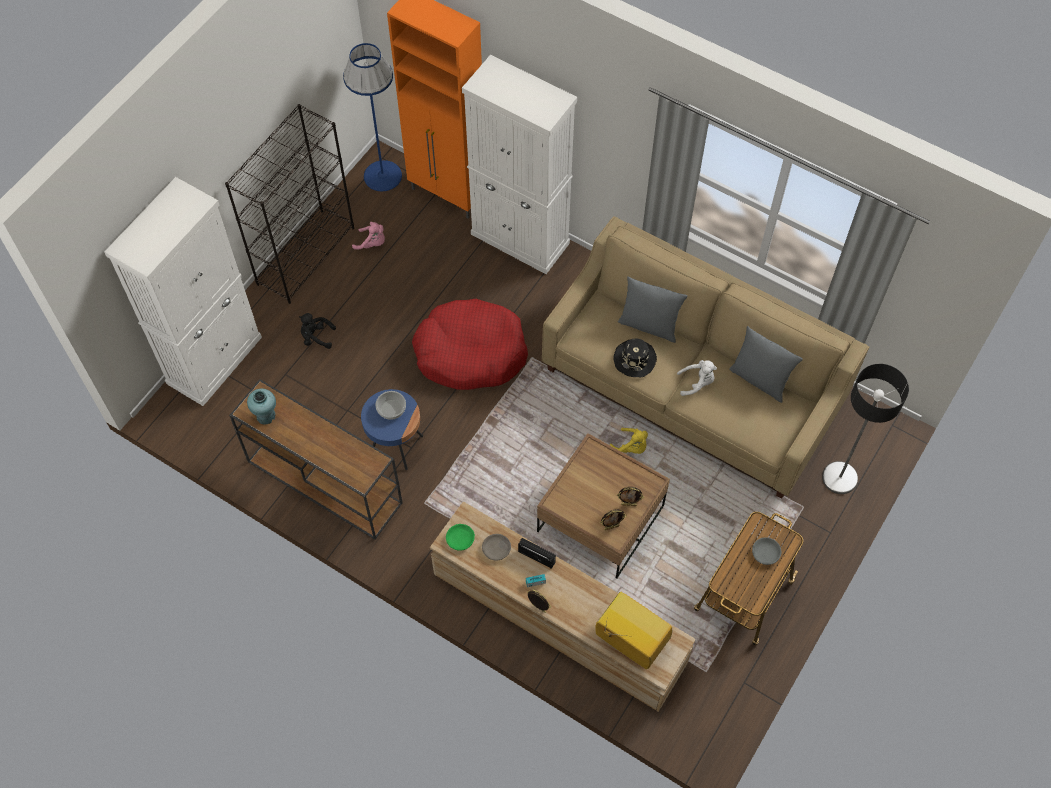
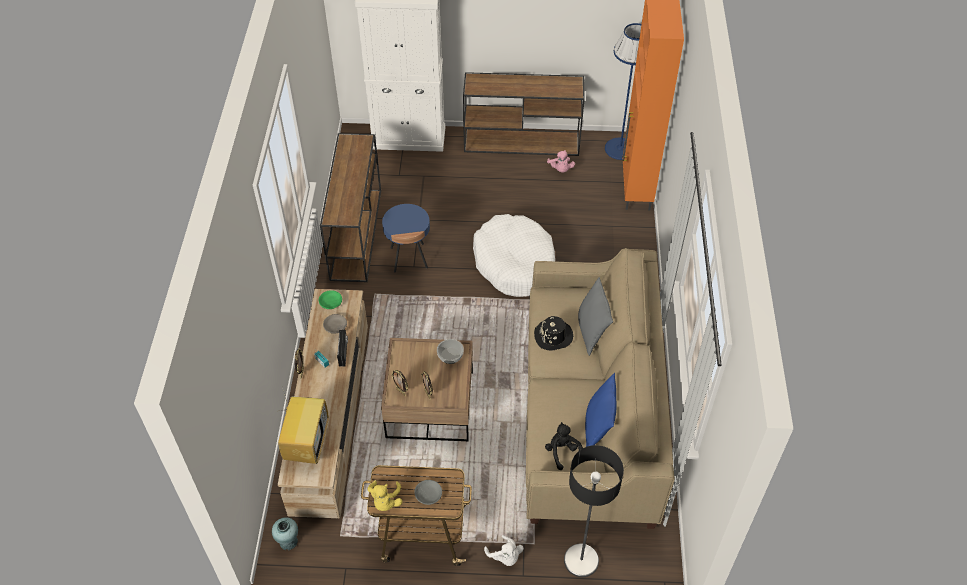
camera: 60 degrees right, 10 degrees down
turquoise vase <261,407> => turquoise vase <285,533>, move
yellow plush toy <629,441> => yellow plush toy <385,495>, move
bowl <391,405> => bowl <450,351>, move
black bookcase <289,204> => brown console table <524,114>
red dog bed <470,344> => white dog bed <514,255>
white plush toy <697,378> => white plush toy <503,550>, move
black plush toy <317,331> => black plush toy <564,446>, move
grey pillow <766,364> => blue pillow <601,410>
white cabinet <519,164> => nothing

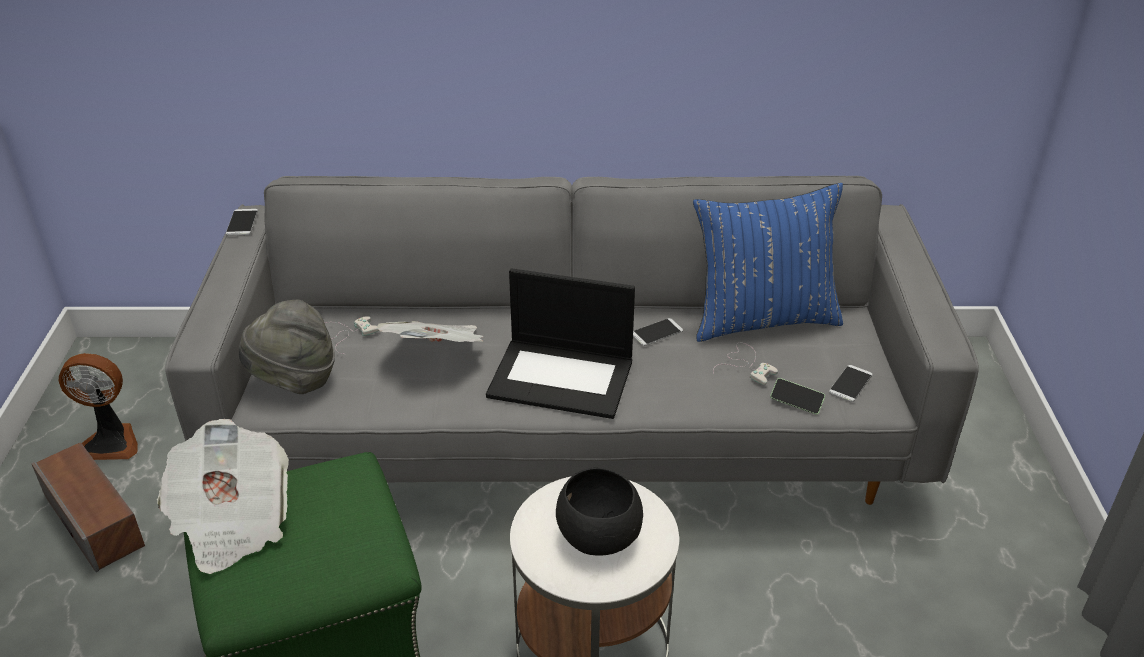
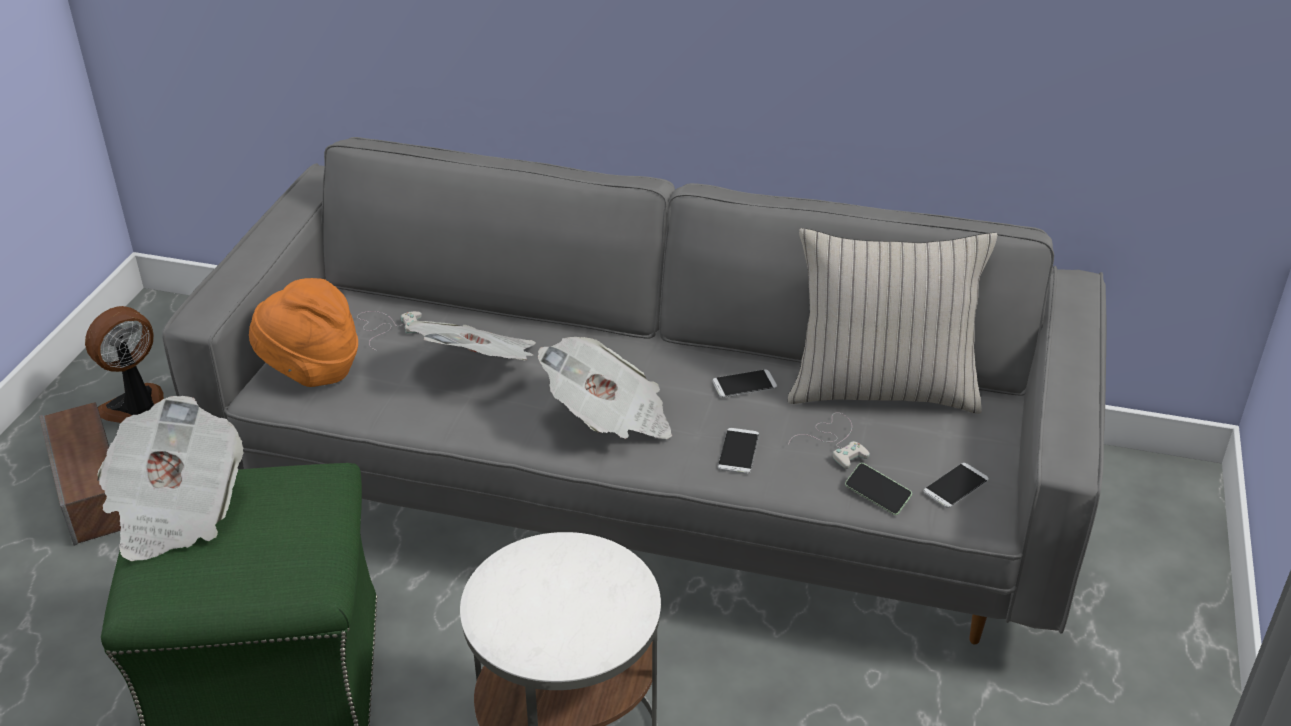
camera: 15 degrees right, 0 degrees up
fan <98,406> => fan <124,364>, 120 degrees clockwise
grey hat <287,347> => orange hat <303,332>
laptop <560,343> => newspaper <605,388>
phone <242,222> => phone <738,451>, move
blue pillow <768,262> => beige pillow <892,321>
black bowl <599,512> => nothing

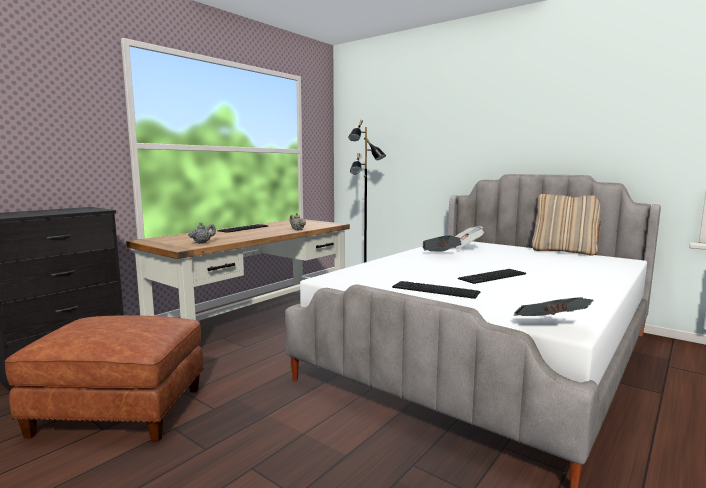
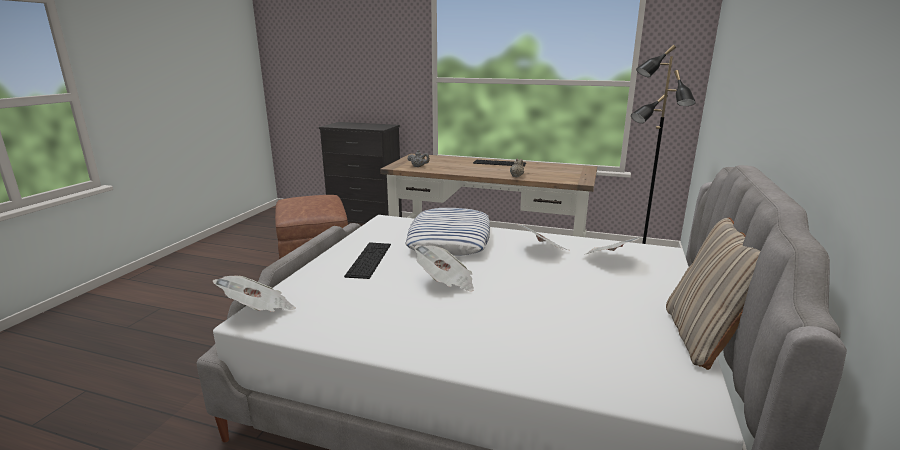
camera: 70 degrees right, 10 degrees up
nothing => pillow <447,232>
keyboard <492,276> => newspaper <444,268>

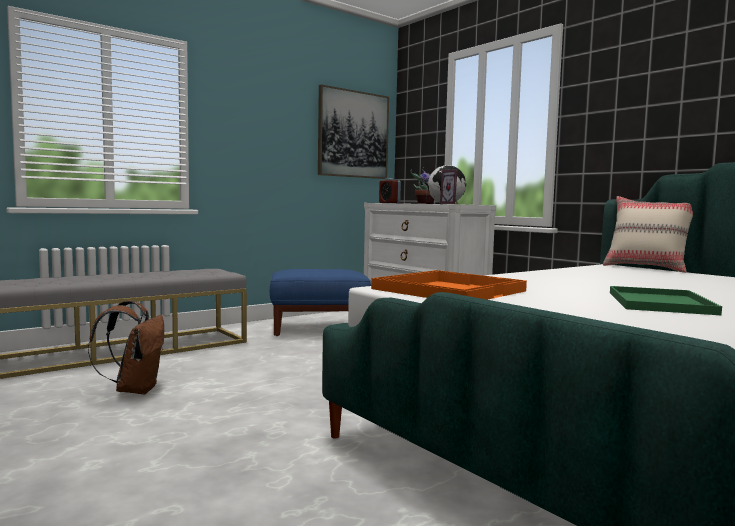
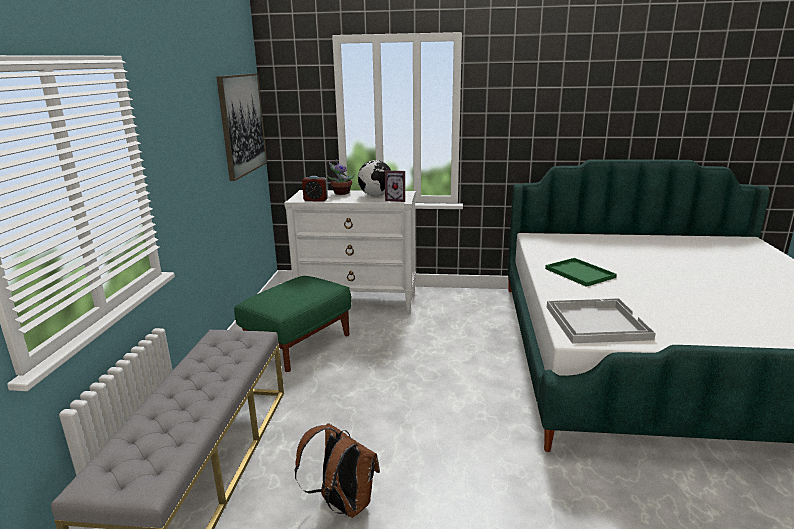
camera: 45 degrees left, 15 degrees up
blue ottoman <320,302> => green ottoman <292,324>
green tray <666,300> => green tray <581,272>, move
orange tray <449,285> => white tray <601,321>
beige pillow <648,234> => nothing

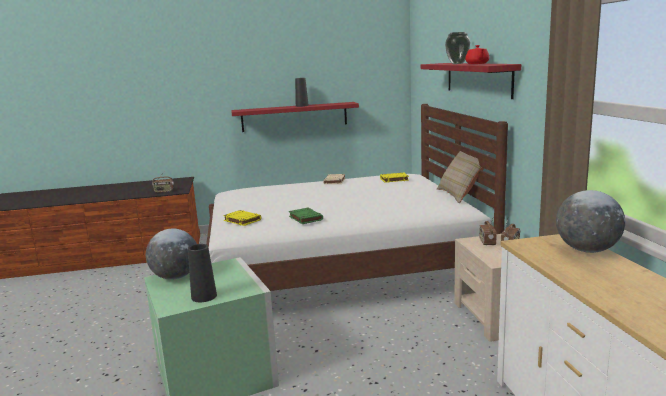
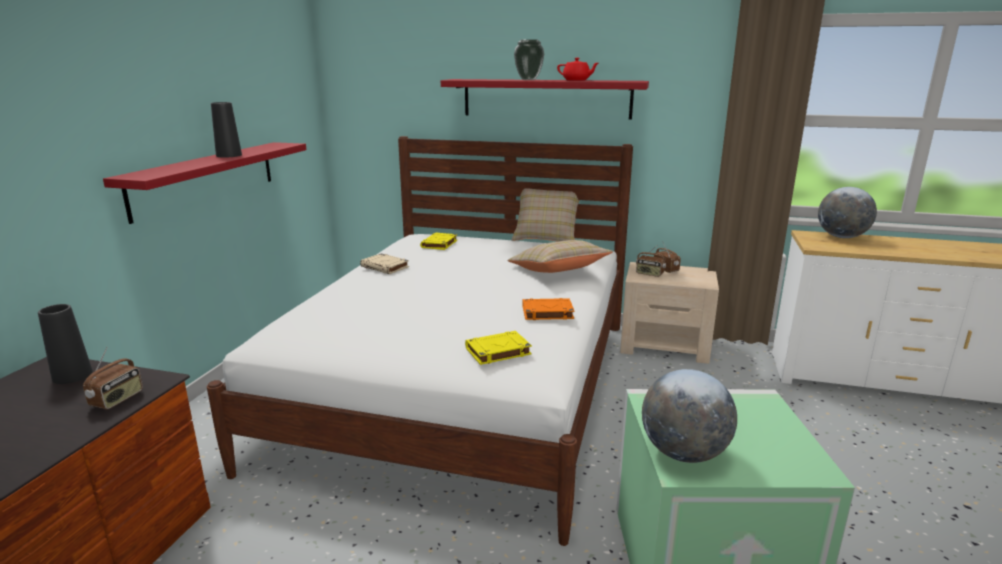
camera: 65 degrees left, 5 degrees up
black vase <202,273> => black vase <65,344>, move
nothing => beige pillow <560,256>
green book <306,216> => orange book <548,309>

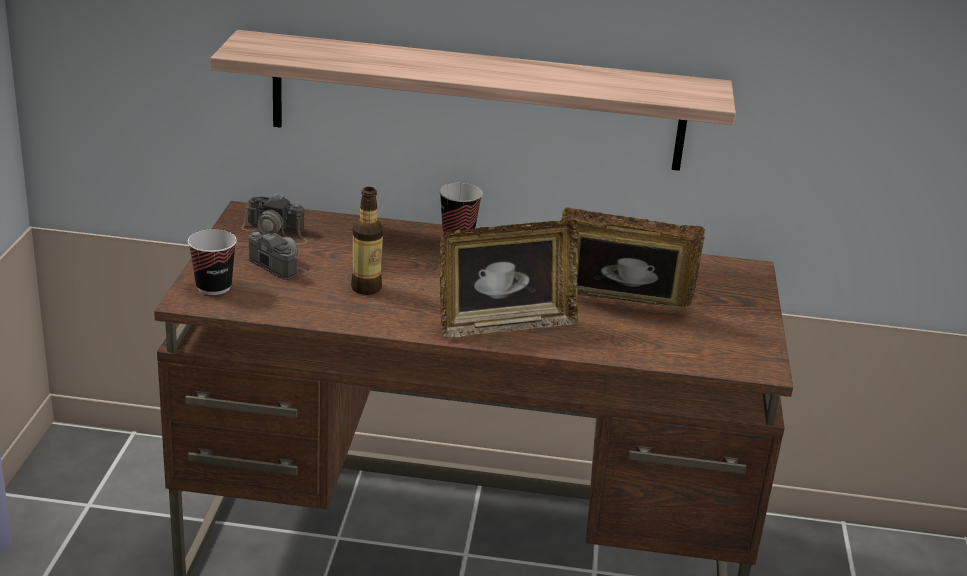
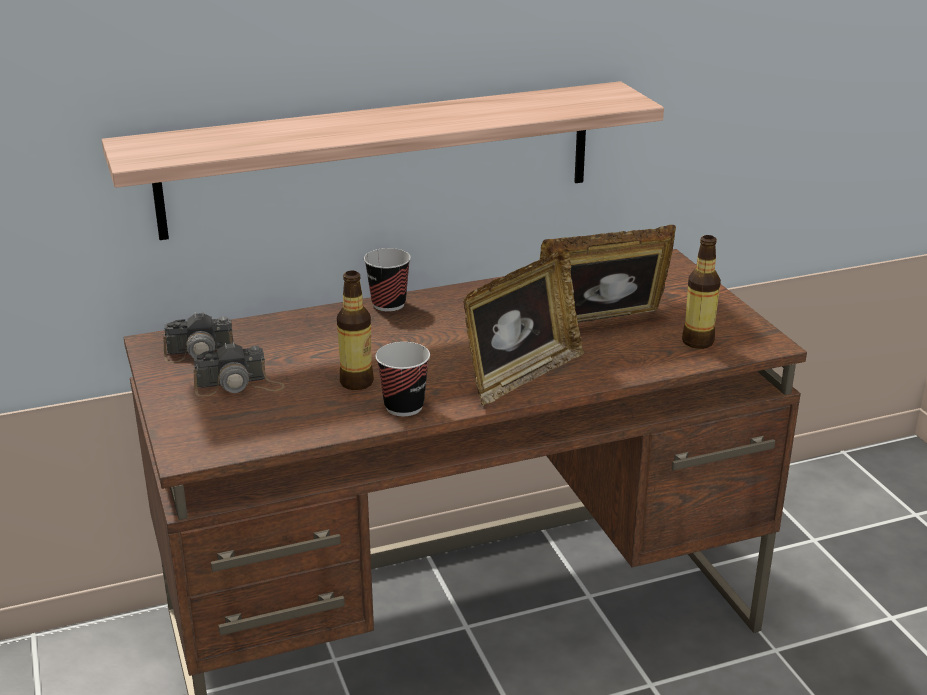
camera: 25 degrees left, 0 degrees up
photo camera <278,256> => photo camera <238,369>, 150 degrees clockwise
cup <212,262> => cup <402,379>, move
nothing => bottle <701,292>

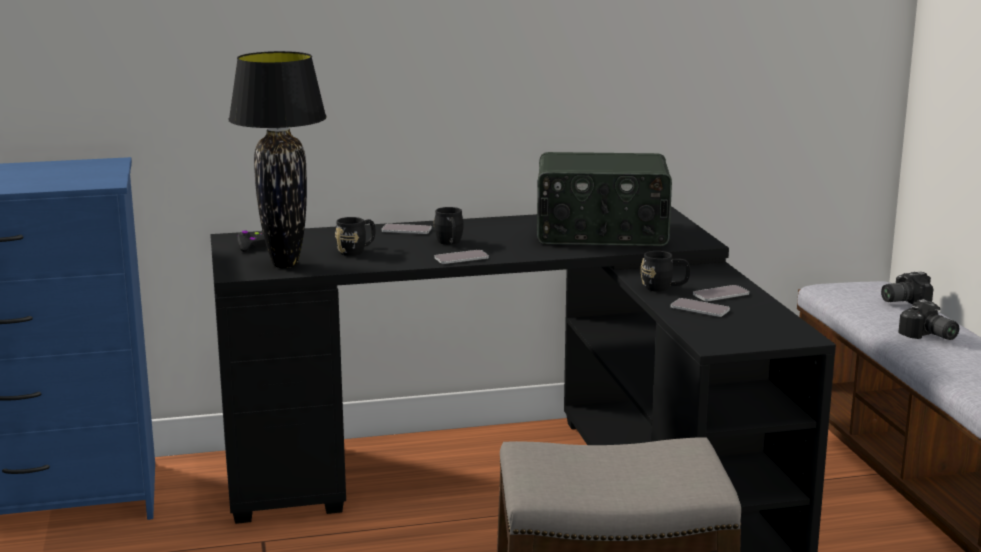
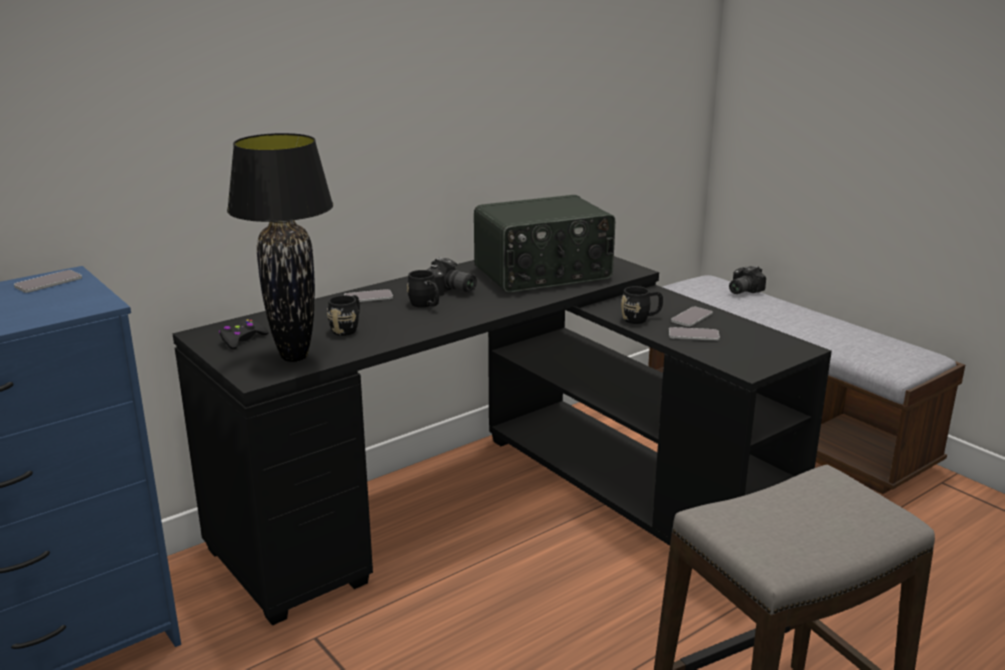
camera: 25 degrees left, 5 degrees up
phone <461,257> => phone <48,281>, move
photo camera <928,319> => photo camera <452,276>, move

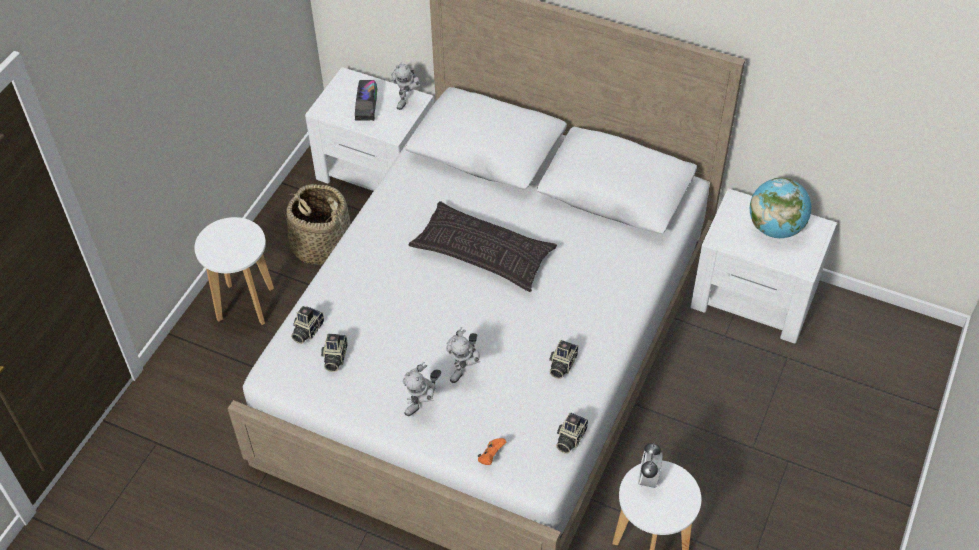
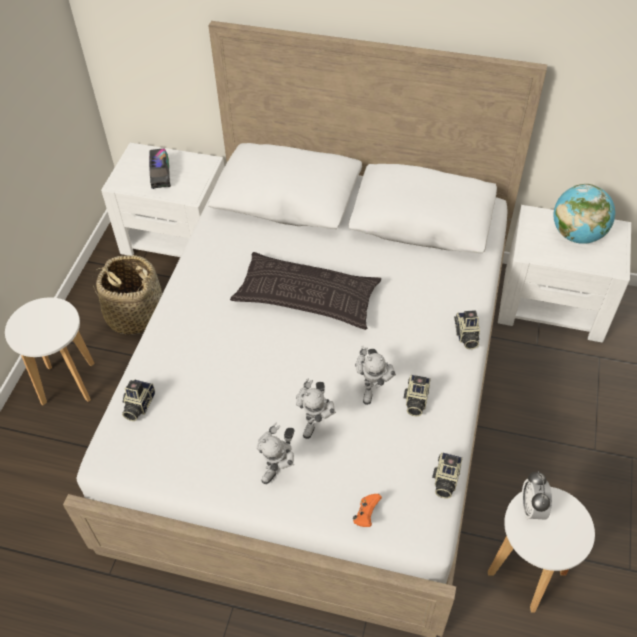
camera: 10 degrees left, 0 degrees up
toy robot <406,86> => toy robot <375,375>, move
photo camera <334,353> => photo camera <467,329>, move

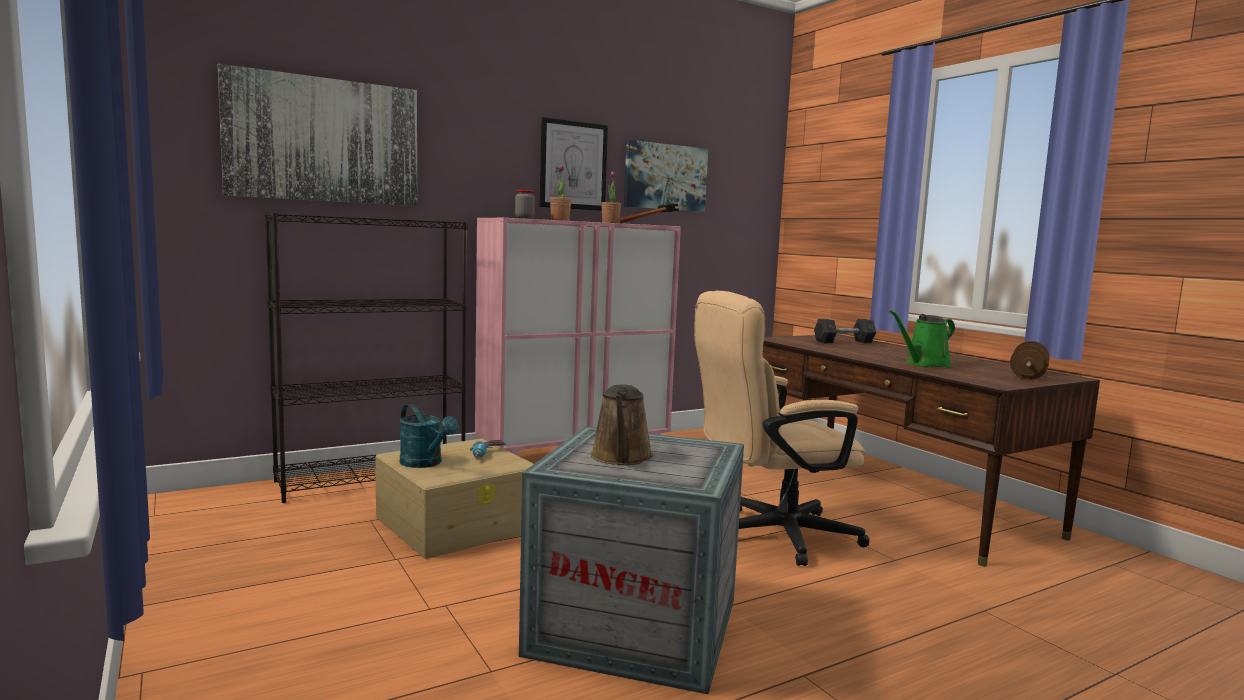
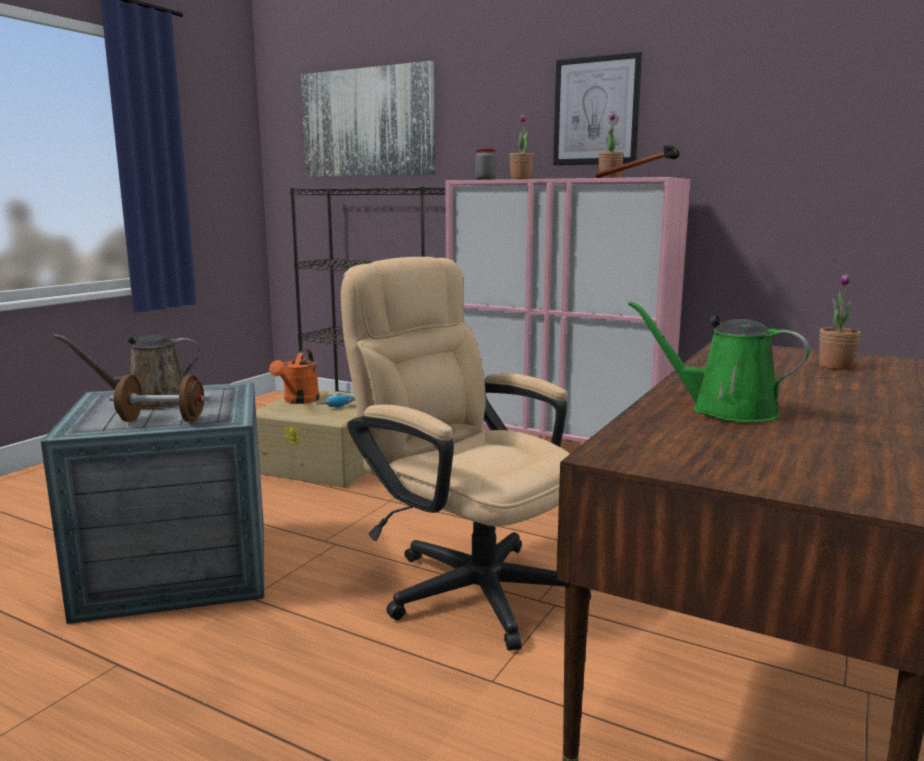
camera: 60 degrees right, 5 degrees up
brown dumbbell <1030,360> => brown dumbbell <160,398>, move
turquoise watering can <429,436> => orange watering can <294,376>
grey dumbbell <845,331> => potted plant <840,322>
picture <666,176> => nothing

